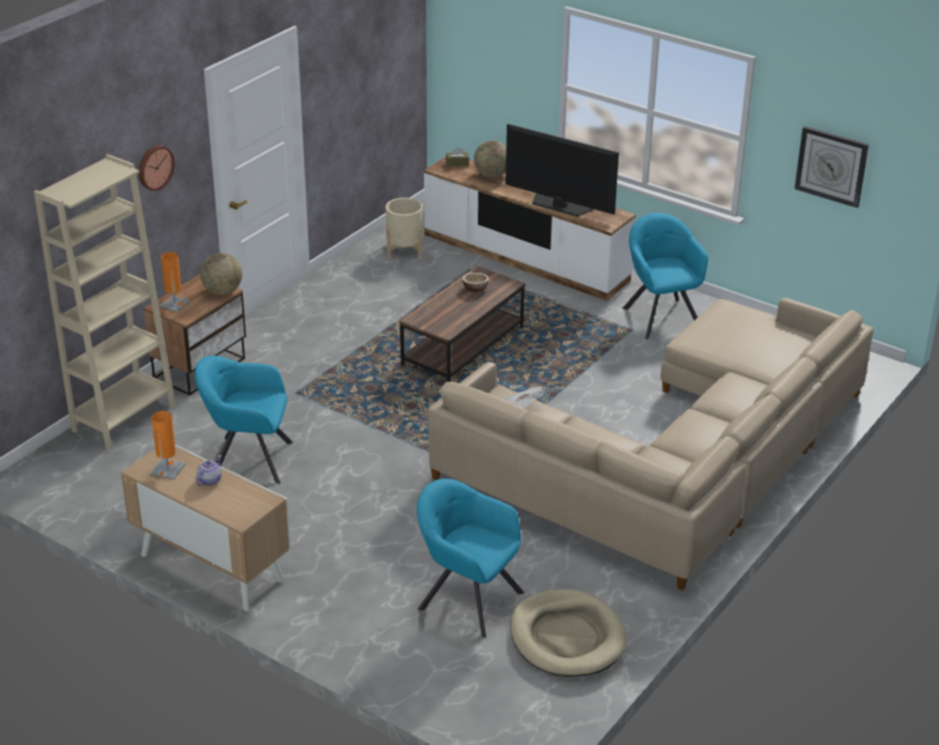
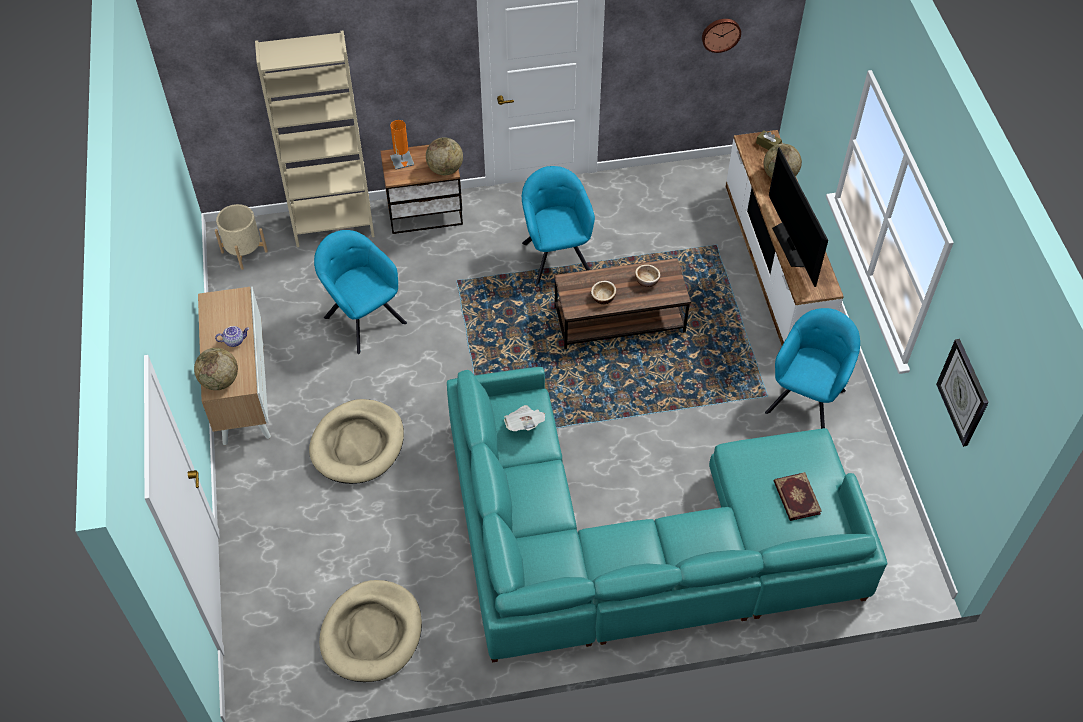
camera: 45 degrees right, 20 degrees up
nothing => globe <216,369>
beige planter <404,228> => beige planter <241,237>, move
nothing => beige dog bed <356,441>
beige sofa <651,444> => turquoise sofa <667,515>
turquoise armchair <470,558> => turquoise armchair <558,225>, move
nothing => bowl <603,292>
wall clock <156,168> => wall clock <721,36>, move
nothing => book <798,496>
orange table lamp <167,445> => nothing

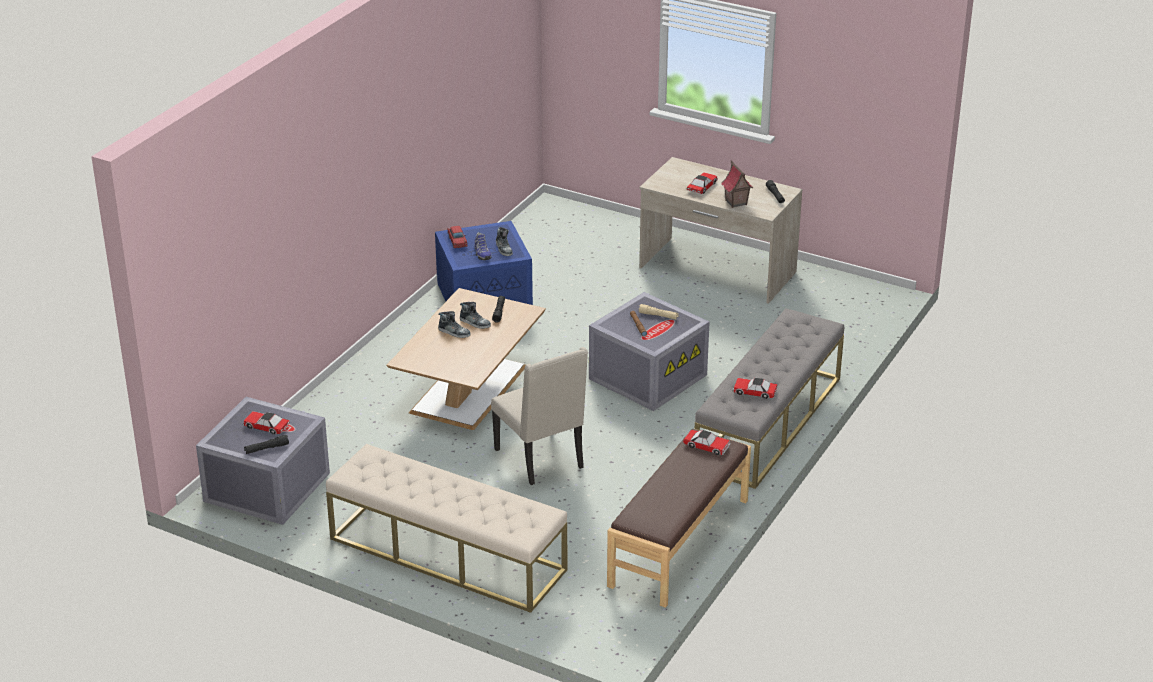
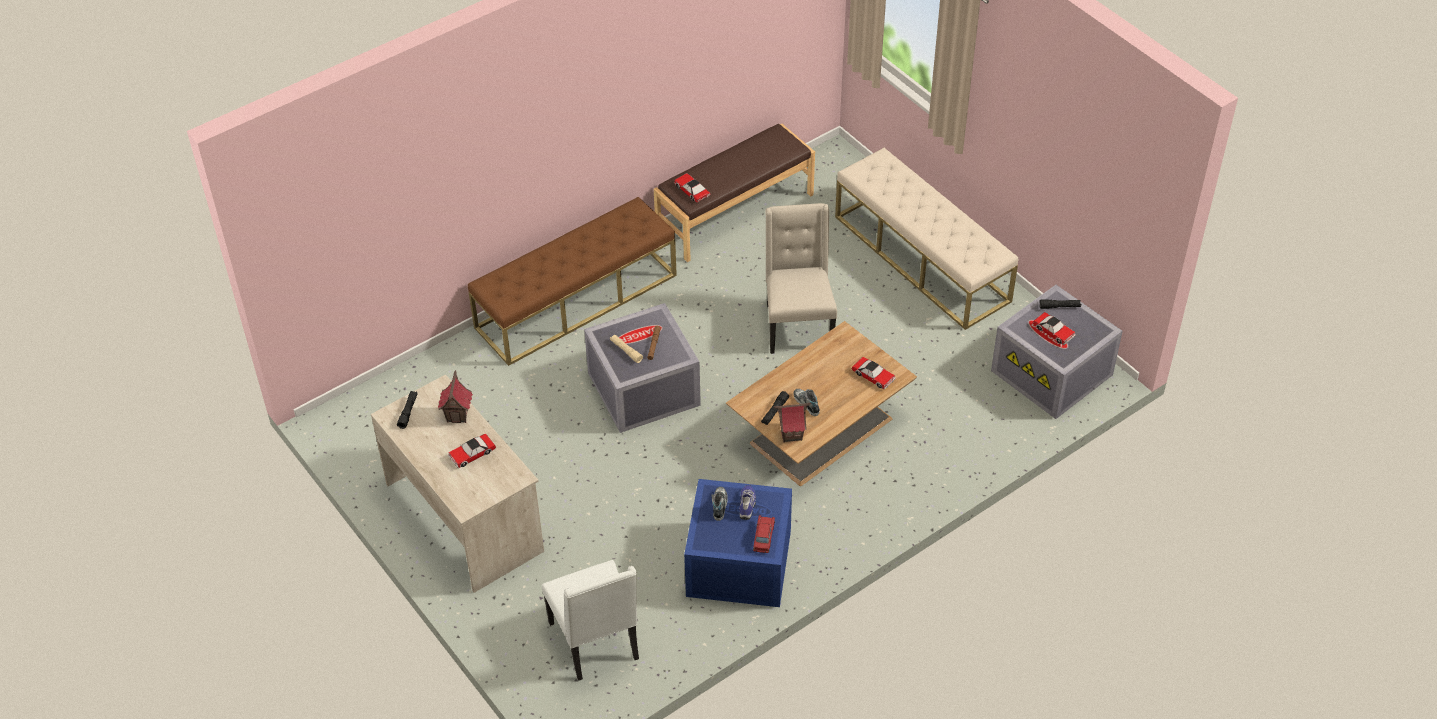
camera: 155 degrees left, 15 degrees up
grey bench <769,398> => brown bench <572,281>
nothing => white chair <590,620>
nothing => toy house <792,423>
toy car <755,388> => toy car <874,373>, move
shoe <454,324> => nothing

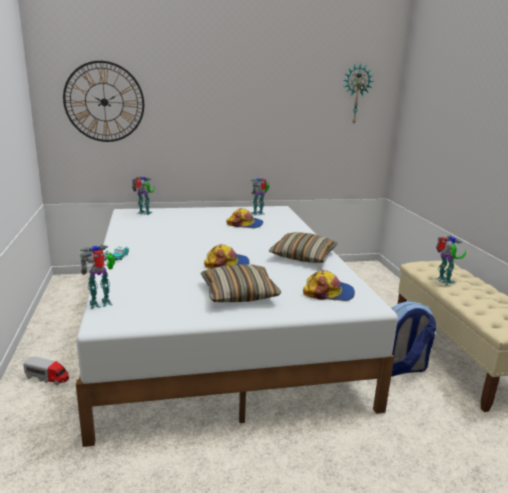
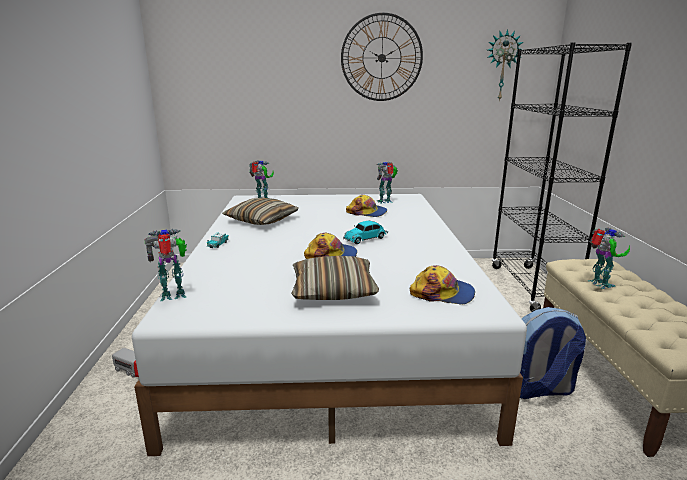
camera: 10 degrees right, 0 degrees up
pillow <303,247> => pillow <260,211>, move
wall clock <103,101> => wall clock <382,57>, move
nothing => toy car <365,232>
nothing => black bookcase <562,177>

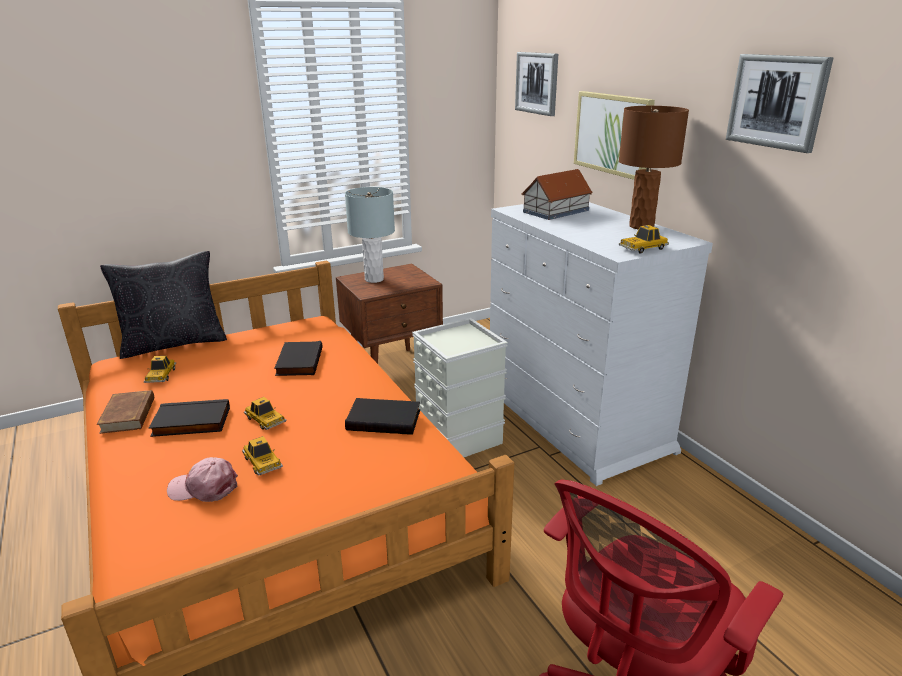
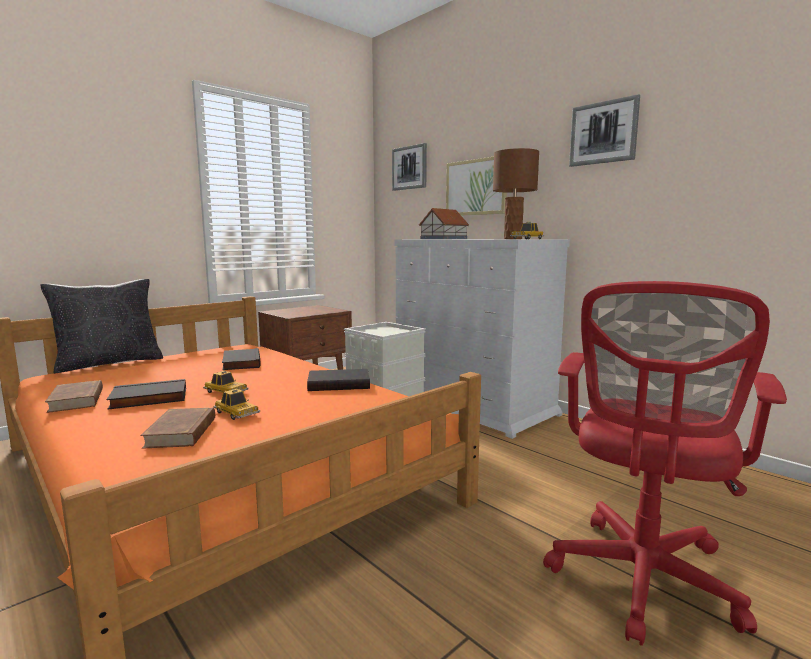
camera: 15 degrees left, 15 degrees down
pink cap <202,479> => brown book <177,428>
toy car <160,369> => nothing
grey table lamp <370,235> => nothing

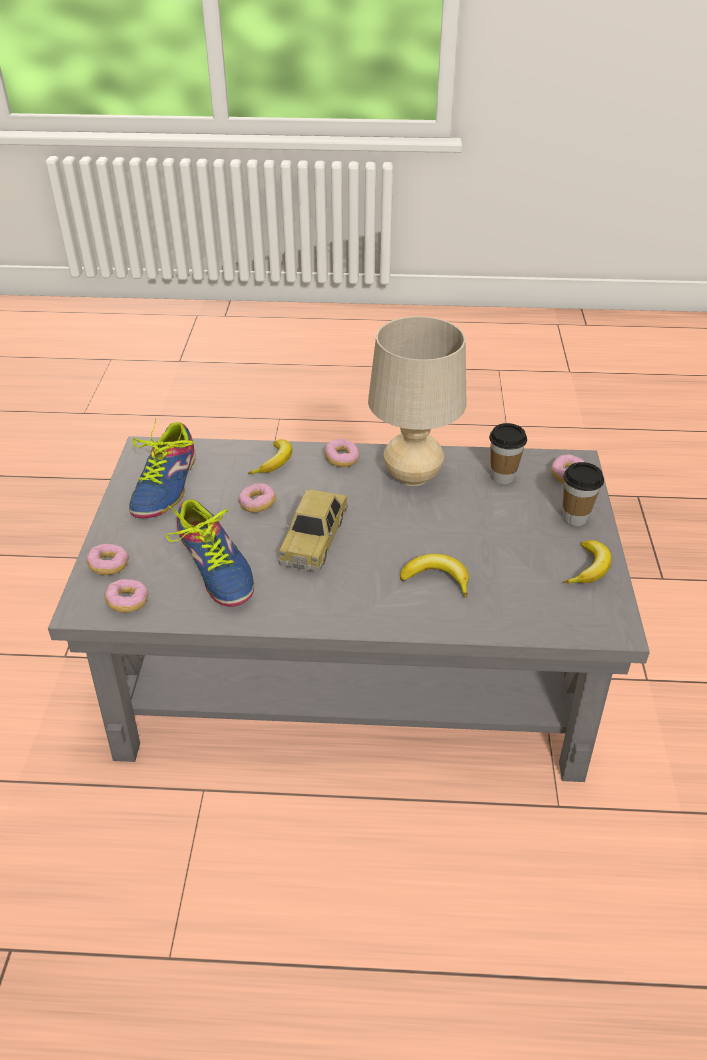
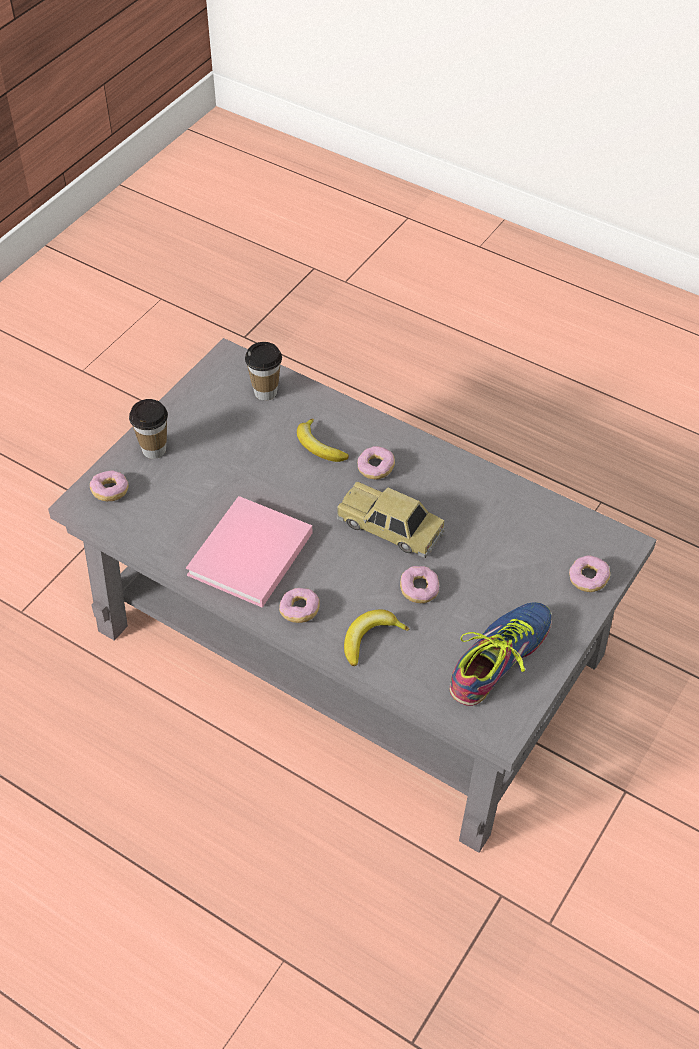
camera: 150 degrees left, 10 degrees up
beige table lamp <417,401> => pink book <249,552>
cup <508,453> => cup <263,371>, move
toy car <313,530> => toy car <391,520>, 105 degrees counterclockwise
donut <126,596> => donut <376,462>, move
shoe <210,553> => nothing
banana <587,562> => nothing

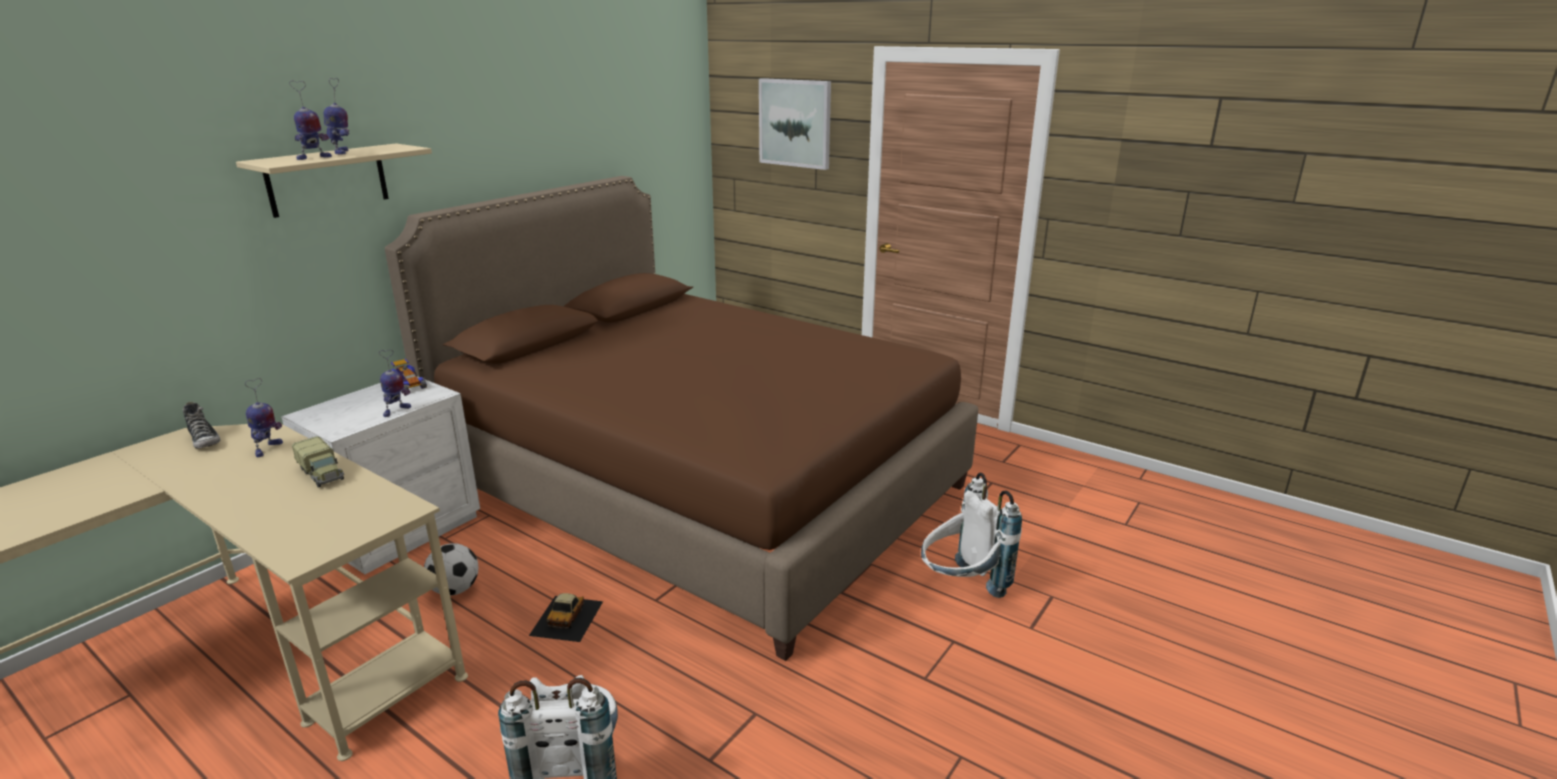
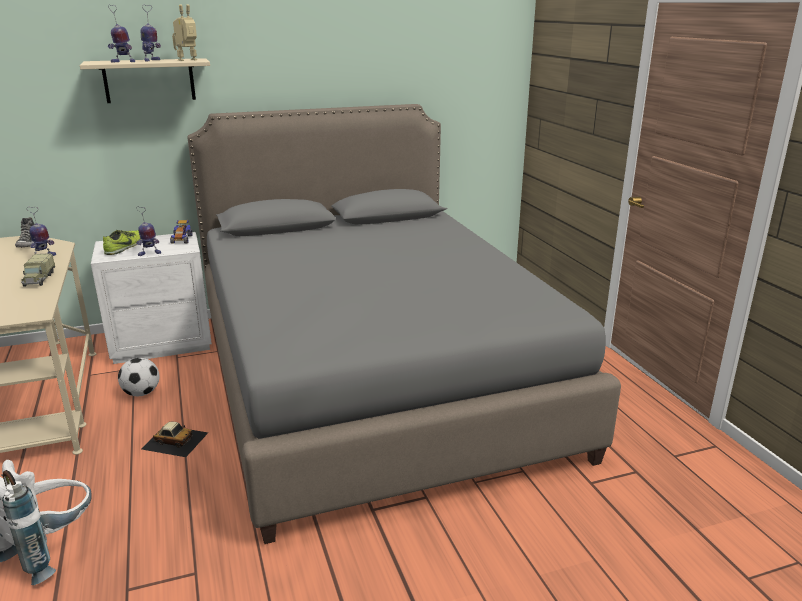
camera: 35 degrees right, 0 degrees up
nothing => shoe <122,242>
toy car <566,617> => toy car <174,439>, 120 degrees counterclockwise
nothing => toy robot <184,33>
brown bed <681,418> => grey bed <404,324>
picture <795,124> => nothing
white backpack <971,535> => nothing

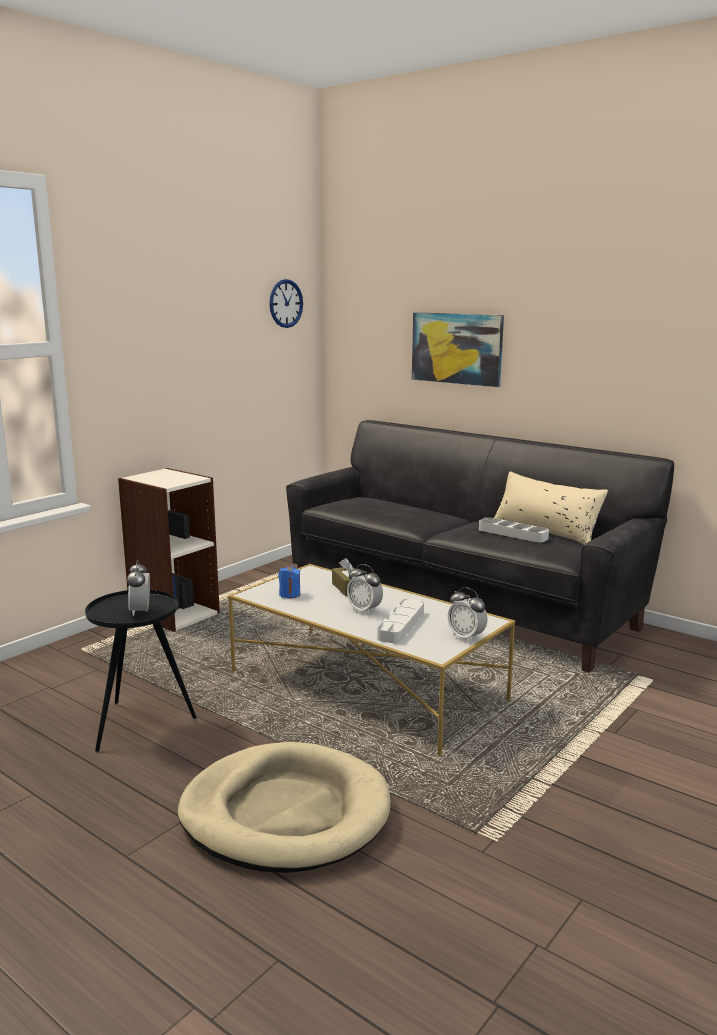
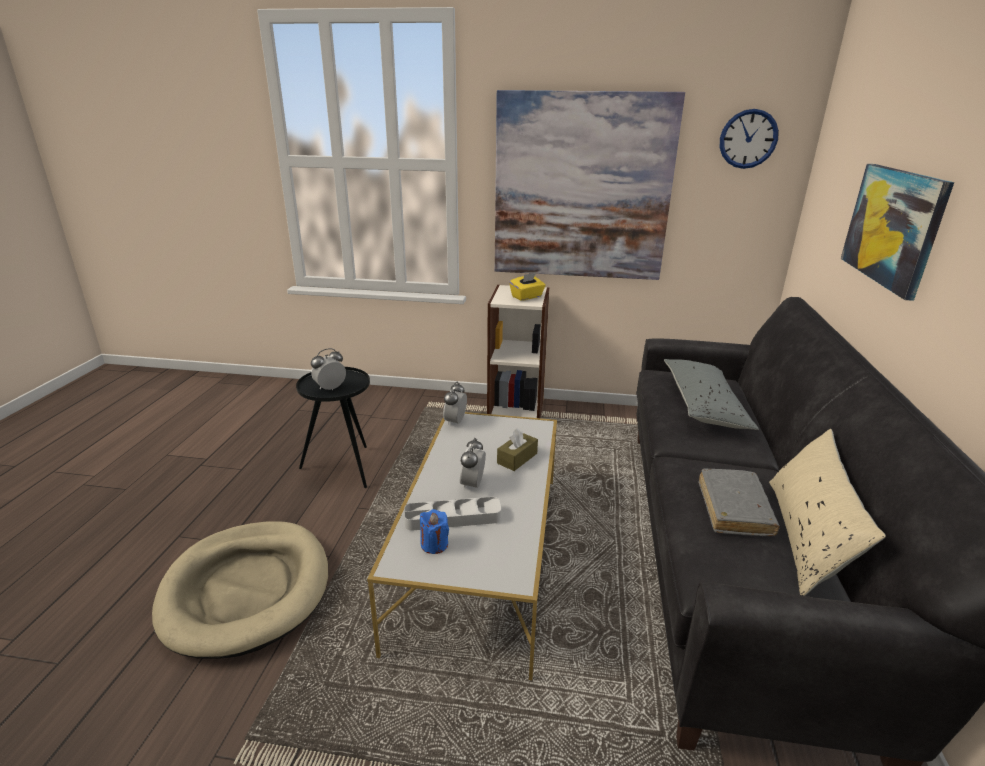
camera: 60 degrees right, 10 degrees up
blue candle <289,581> => blue candle <434,531>, move
alarm clock <467,614> => alarm clock <455,403>, move
nothing => picture <590,185>
nothing => yellow tissue box <527,287>
nothing => grey pillow <711,394>
grey tray <514,530> => grey book <739,502>

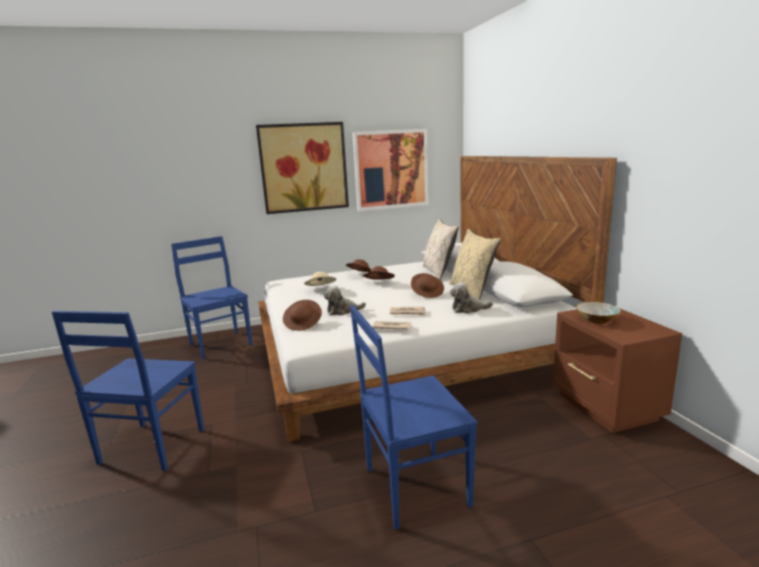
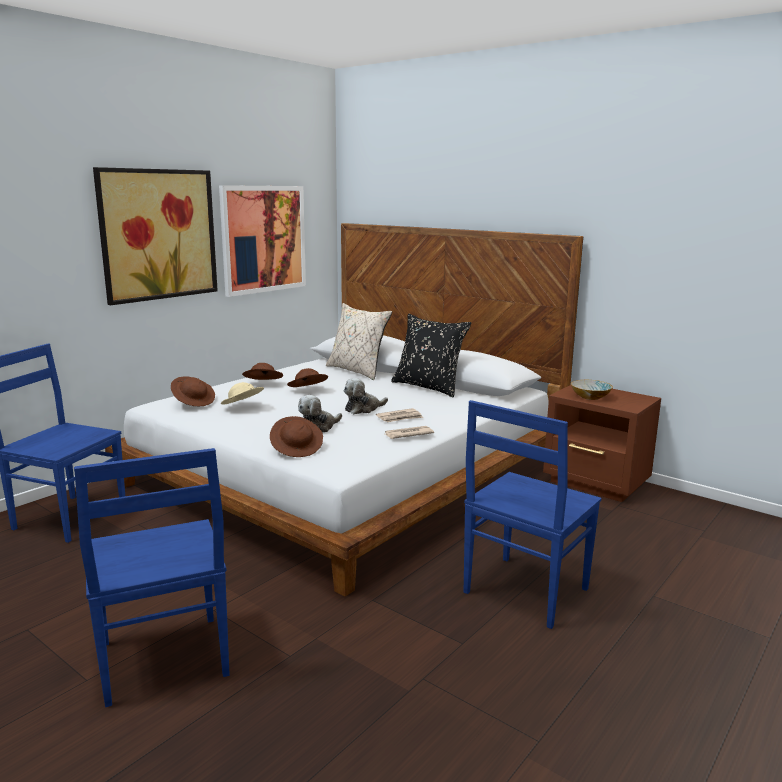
camera: 35 degrees left, 0 degrees up
brown hat <427,285> => brown hat <193,391>, move
plush toy <471,298> => plush toy <366,396>, move
beige pillow <475,264> => black pillow <431,356>

